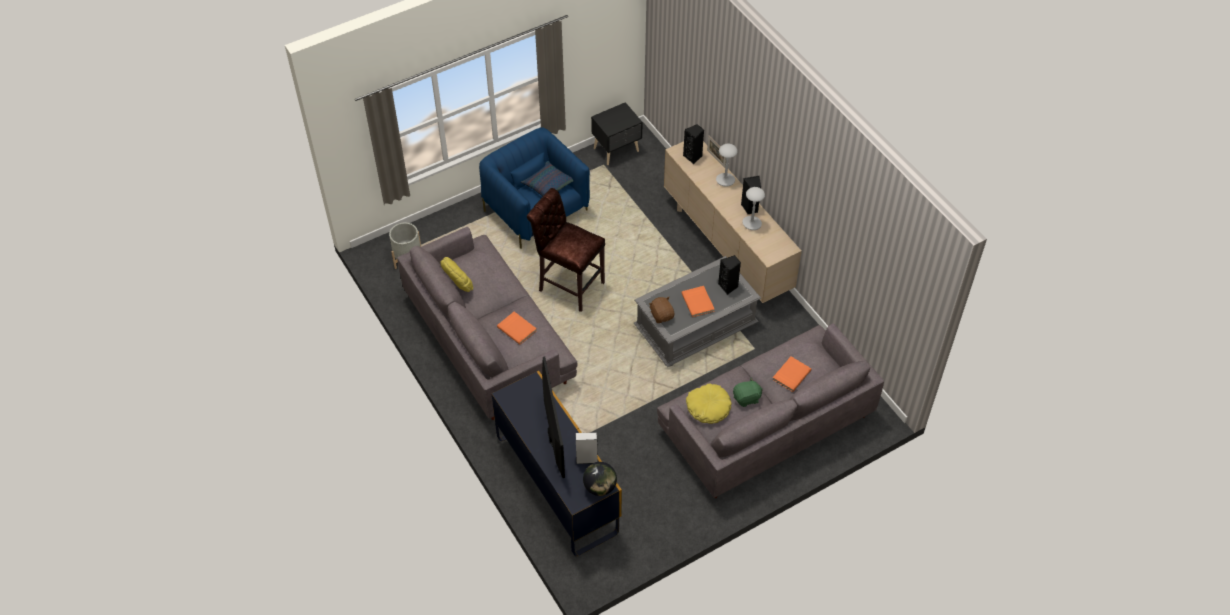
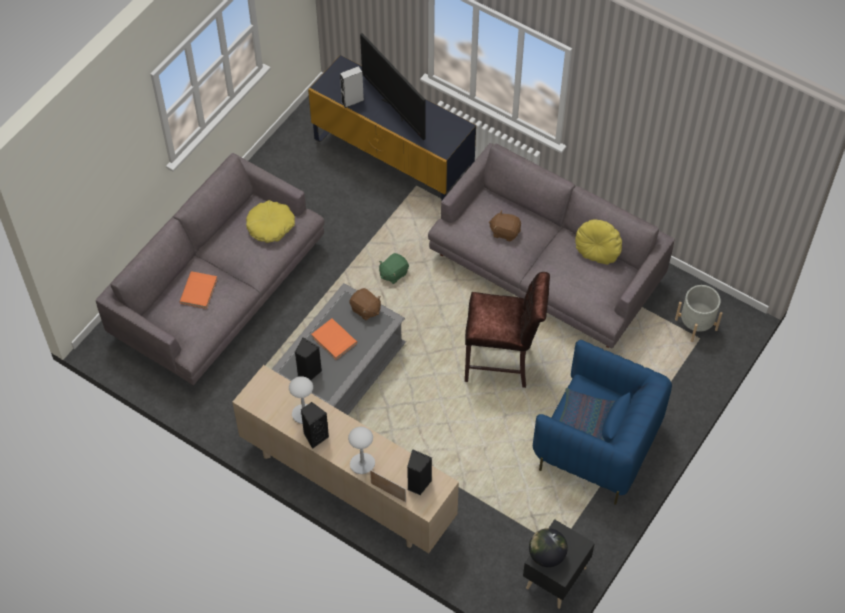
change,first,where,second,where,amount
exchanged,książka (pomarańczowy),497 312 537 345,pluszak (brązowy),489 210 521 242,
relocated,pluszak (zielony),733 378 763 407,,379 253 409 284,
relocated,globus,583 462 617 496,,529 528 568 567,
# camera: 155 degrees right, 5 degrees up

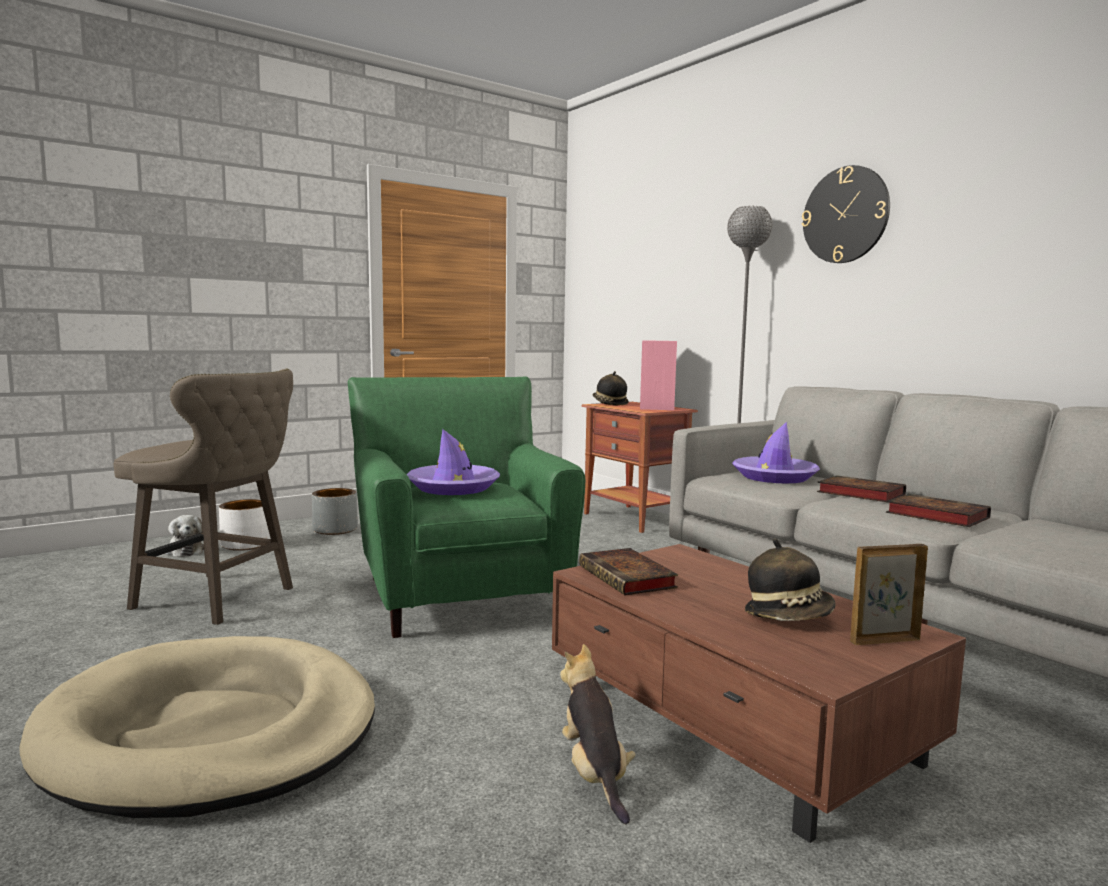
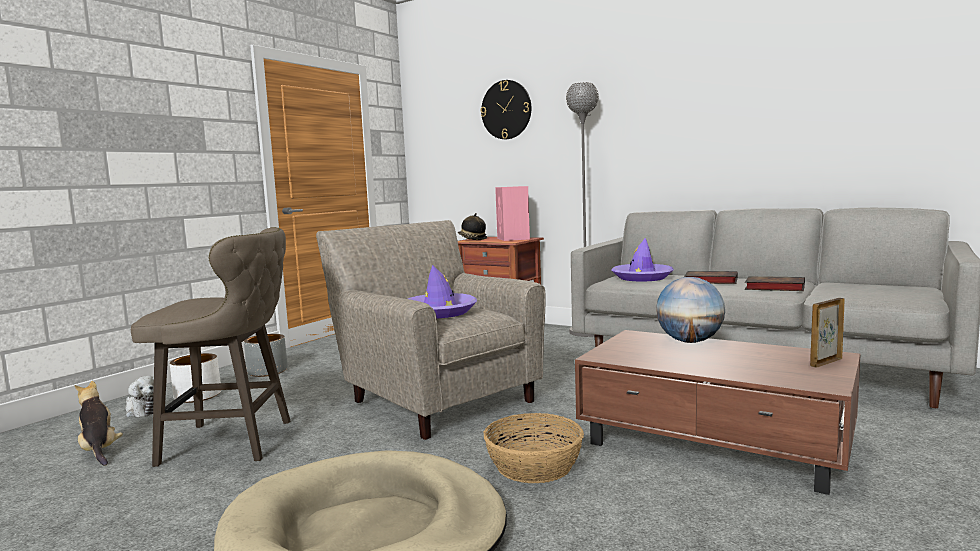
change,first,where,second,where,amount
relocated,zegar ścienny,802 165 890 263,,480 80 531 139,
colour,fotel (zielony),348 377 585 638,fotel (beżowy),316 220 545 440,
missing,kapelusz,745 539 836 621,,,
missing,książka,579 548 678 595,,,
relocated,pluszak,560 644 636 824,,75 381 123 466,
appeared,,,globus,656 277 725 343,
appeared,,,koszyk,484 413 584 483,
# camera: 20 degrees left, 0 degrees up

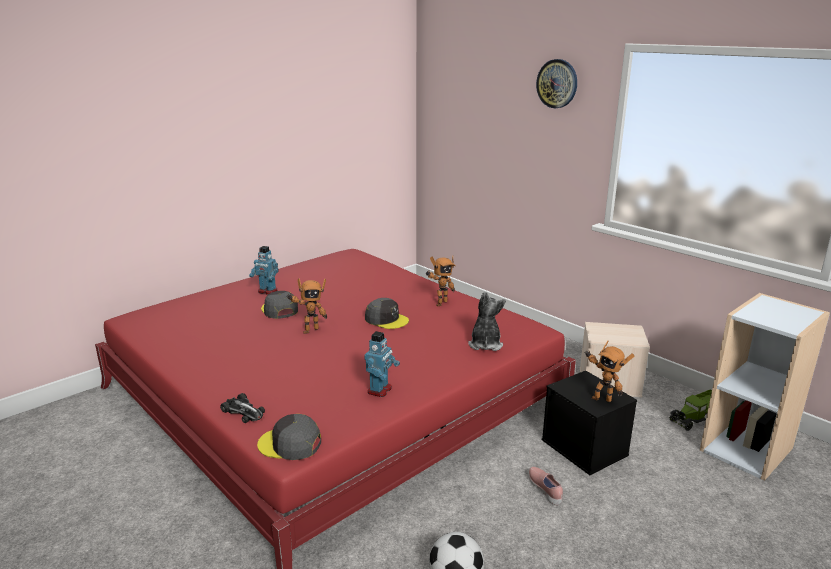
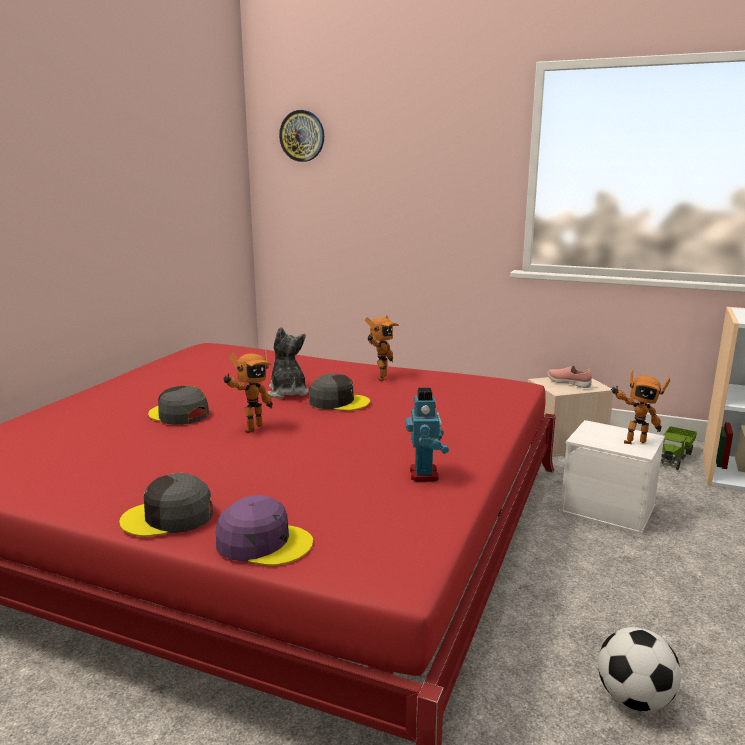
change,first,where,second,where,amount
relocated,zegar ścienny,536 59 577 108,,279 110 324 162,
missing,robot zabawkowy,249 246 279 295,,,
relocated,pluszak,468 292 506 351,,267 327 309 399,
colour,pojemnik do przechowywania (czarny),542 371 637 475,pojemnik do przechowywania (biały),559 420 665 535,
exchanged,samochodzik,220 393 265 423,czapka z daszkiem (fioletowy),216 495 313 566,
relocated,czapka z daszkiem (szary),257 414 321 460,,119 473 213 537,
relocated,but (różowy),529 467 563 505,,547 366 592 388,
# camera: 25 degrees left, 5 degrees down

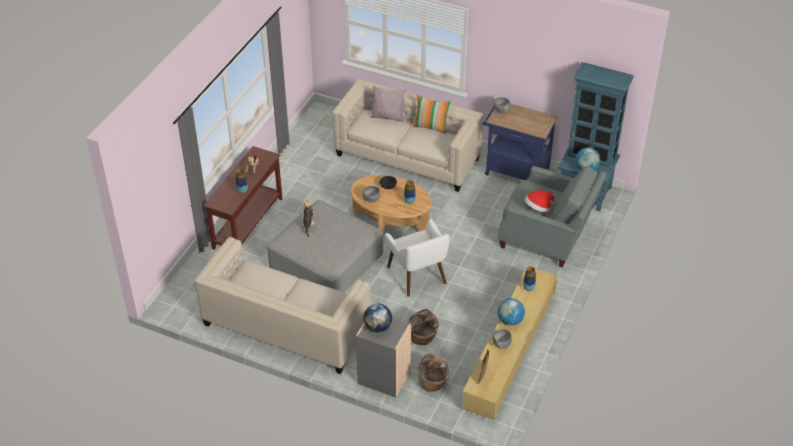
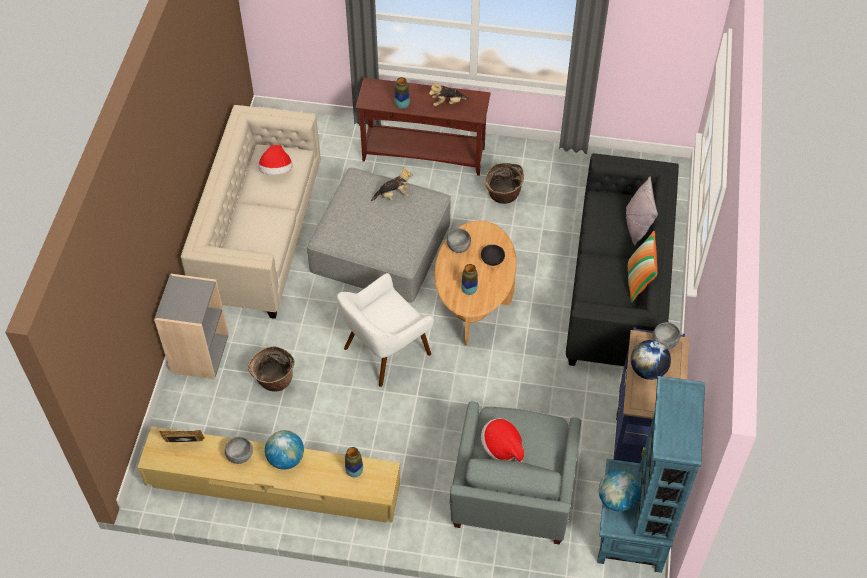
change,first,where,second,where,amount
colour,kanapa (beżowy),333 79 483 192,kanapa (czarny),566 153 679 366,
relocated,globus,363 304 392 332,,631 340 671 380,
relocated,koszyk,418 353 450 392,,485 163 524 204,
appeared,,,kapelusz,258 145 292 175,
# camera: 75 degrees right, 10 degrees up

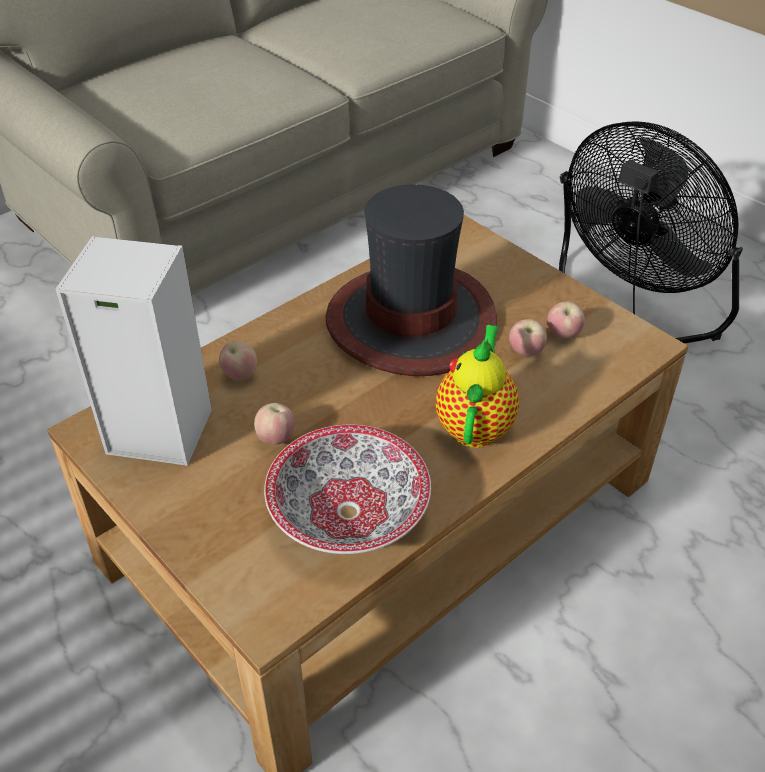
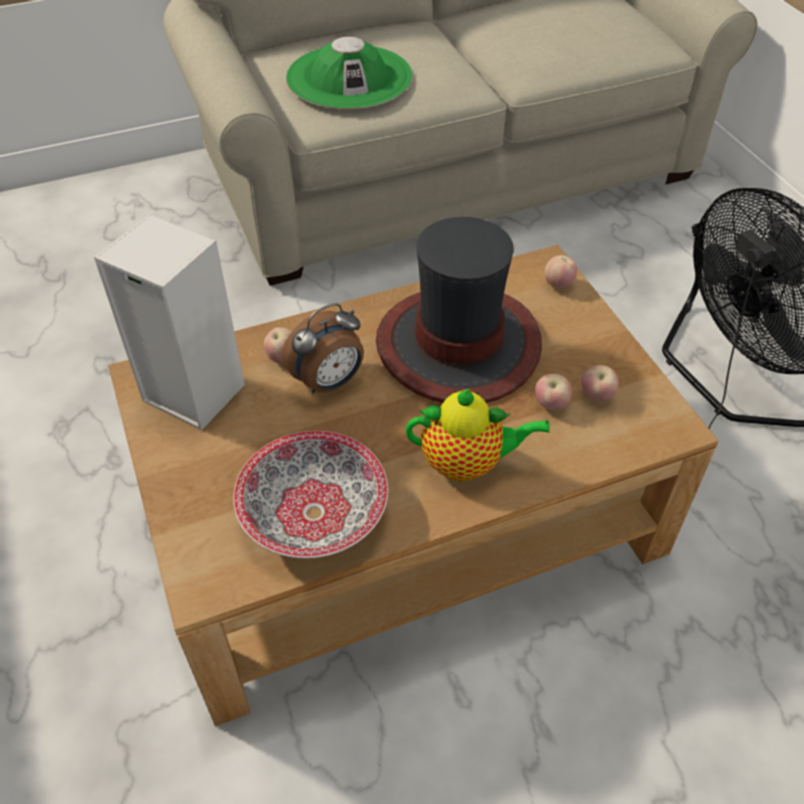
change,first,where,second,where,amount
spun,imbryk,436 325 519 448,,405 389 550 482,60 degrees clockwise
relocated,jabłko,254 403 294 445,,545 255 577 288,
appeared,,,kapelusz (zielony),286 37 412 109,
appeared,,,budzik,282 303 364 394,
# camera: 20 degrees right, 5 degrees up

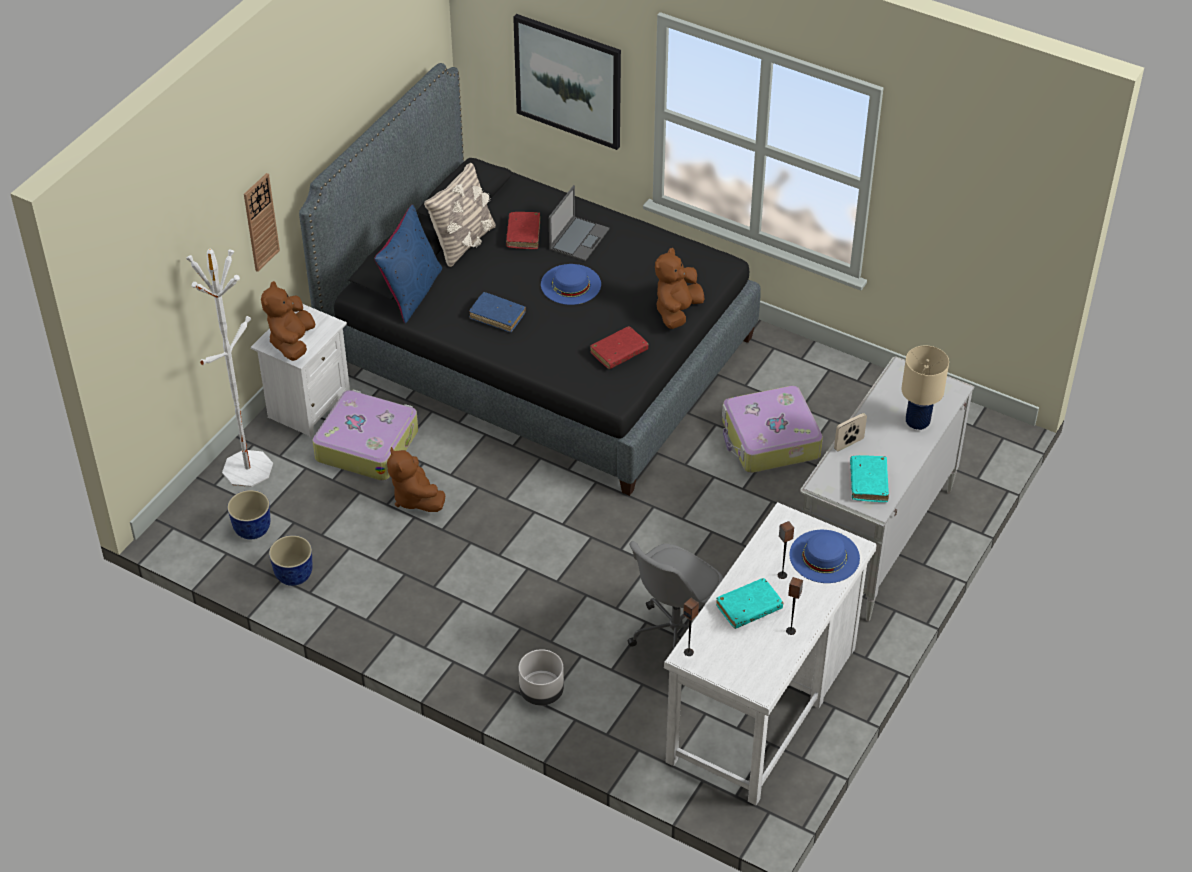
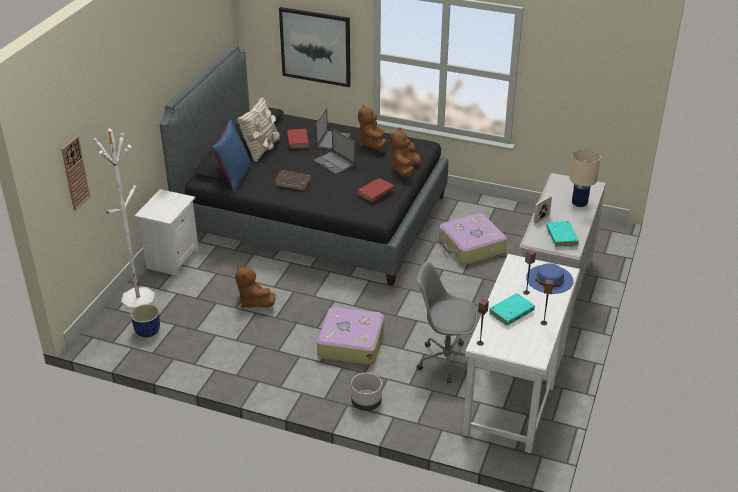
change,first,where,second,where,amount
relocated,zegar ścienny,244 173 280 272,,61 136 90 211,
exchanged,kapelusz (niebieski),541 264 601 305,laptop,313 128 356 175,
relocated,pluszak (brązowy),261 281 315 361,,358 104 387 150,
colour,książka (niebieski),469 292 526 332,książka (brązowy),275 170 311 190,
relocated,walizka,312 390 418 481,,317 306 384 365,
missing,donica,269 535 313 586,,,
spun,krzesło biurowe (szary),628 541 724 649,,416 262 478 383,75 degrees clockwise
# camera: 10 degrees left, 10 degrees down

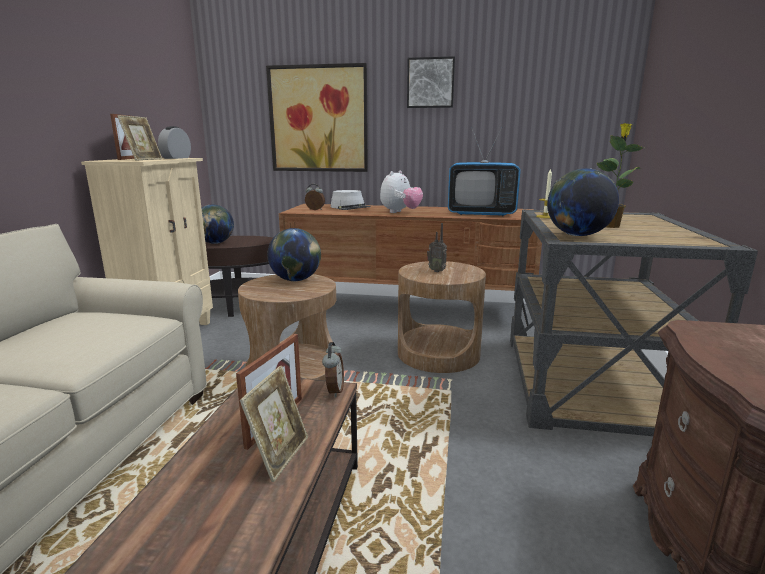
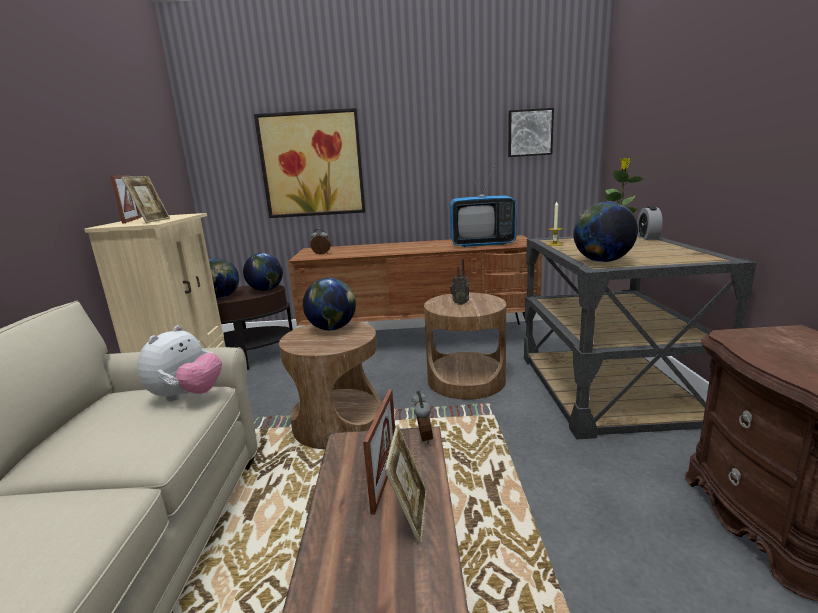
change,first,where,second,where,amount
relocated,obraz,407 56 455 108,,508 108 554 157,
relocated,budzik,158 126 191 159,,637 206 663 240,
relocated,pluszak,380 170 423 213,,137 325 222 401,
missing,kapelusz (szary),331 190 371 210,,,
appeared,,,globus,243 253 283 291,
# camera: 10 degrees left, 0 degrees up

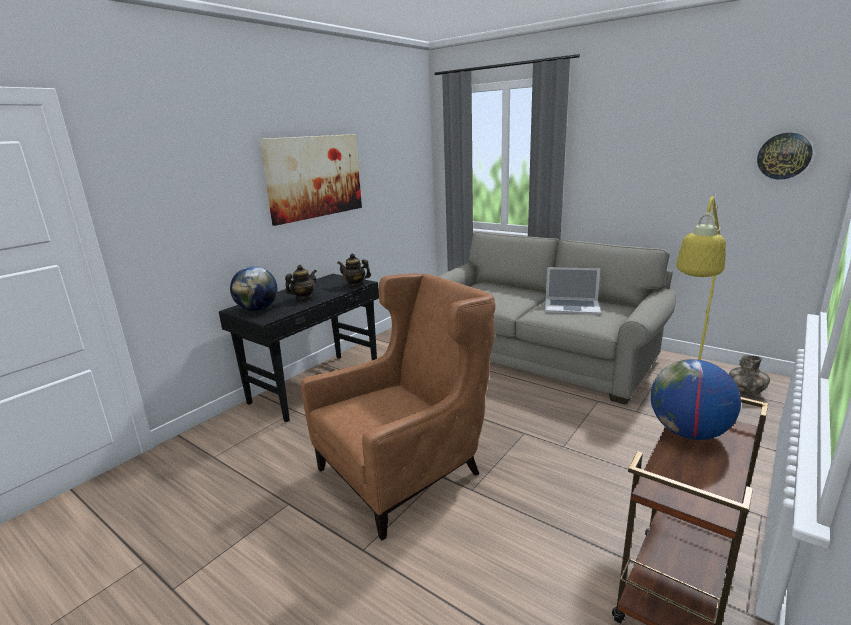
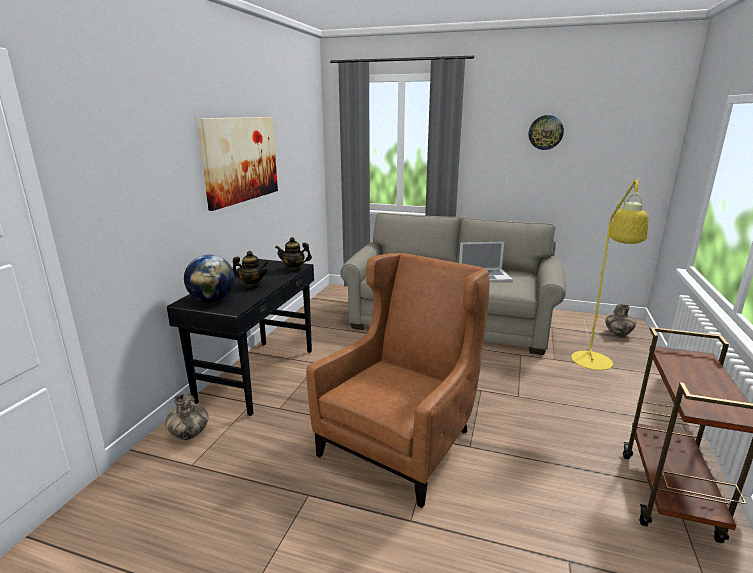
change,first,where,second,where,amount
relocated,zegar ścienny,757 133 813 179,,529 115 564 150,
spun,imbryk,285 265 317 300,,233 251 269 288,75 degrees clockwise
missing,globus,651 359 741 440,,,
appeared,,,wazon,165 394 209 440,
# camera: 20 degrees left, 0 degrees up

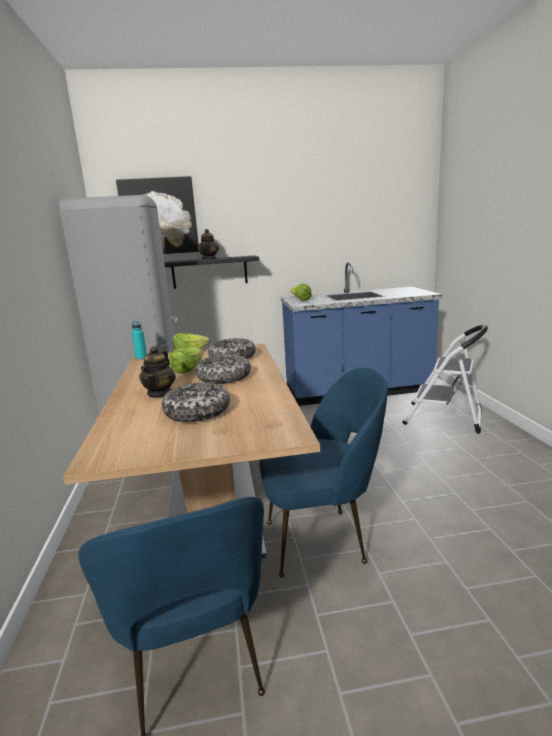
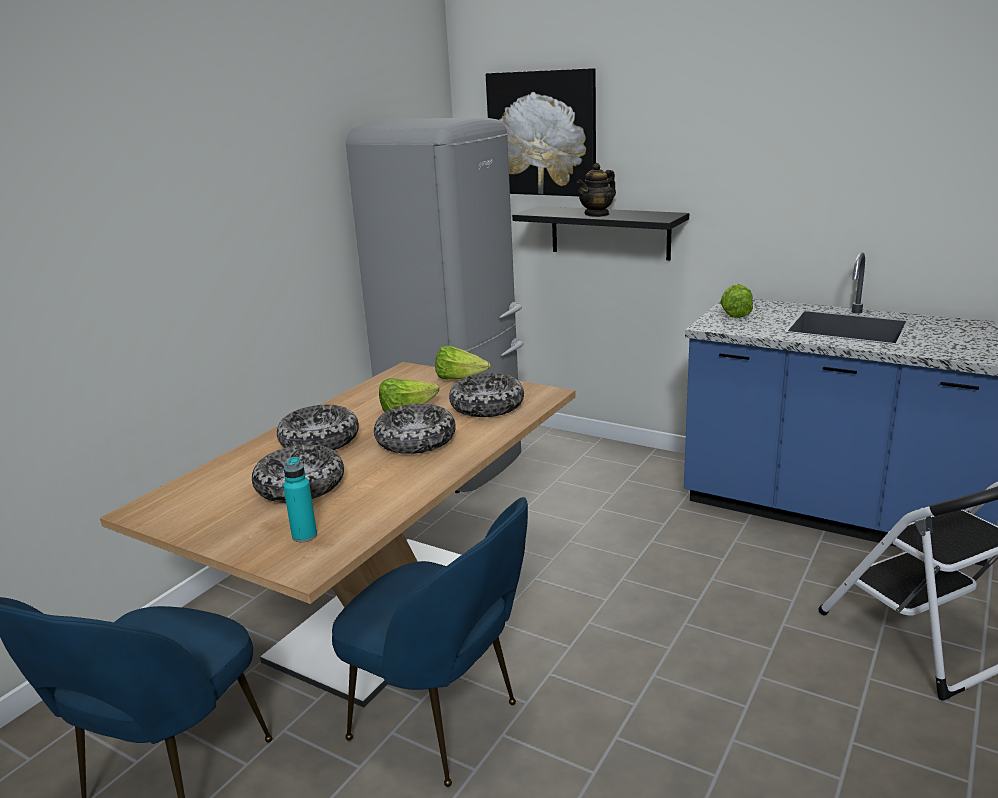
change,first,where,second,where,amount
relocated,butelka (turkusowy),132 321 147 360,,283 457 317 542,
exchanged,imbryk,139 346 176 398,miska,277 405 359 450,
# camera: 40 degrees right, 5 degrees up

